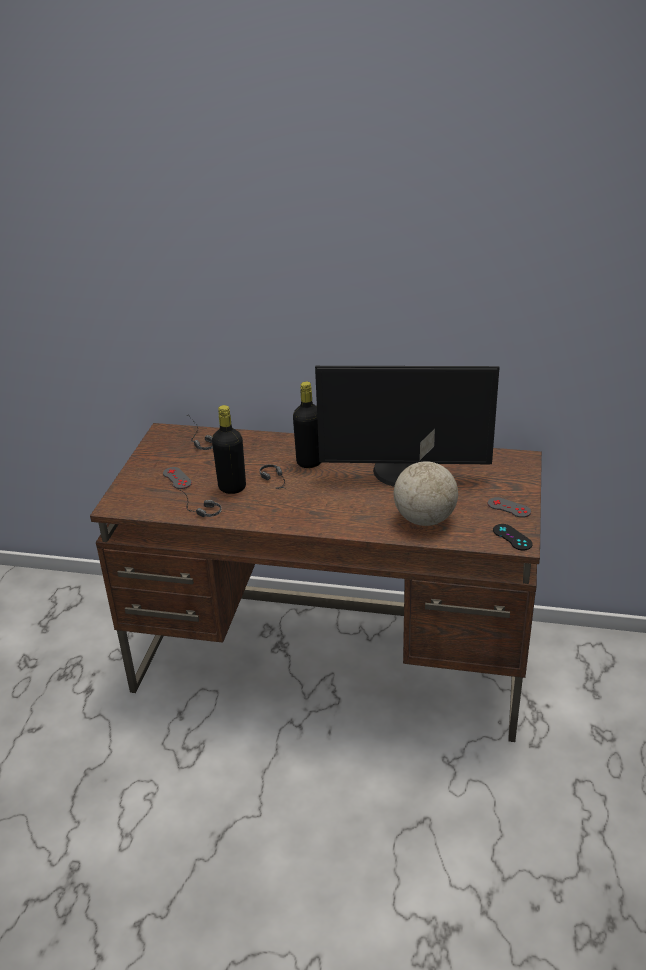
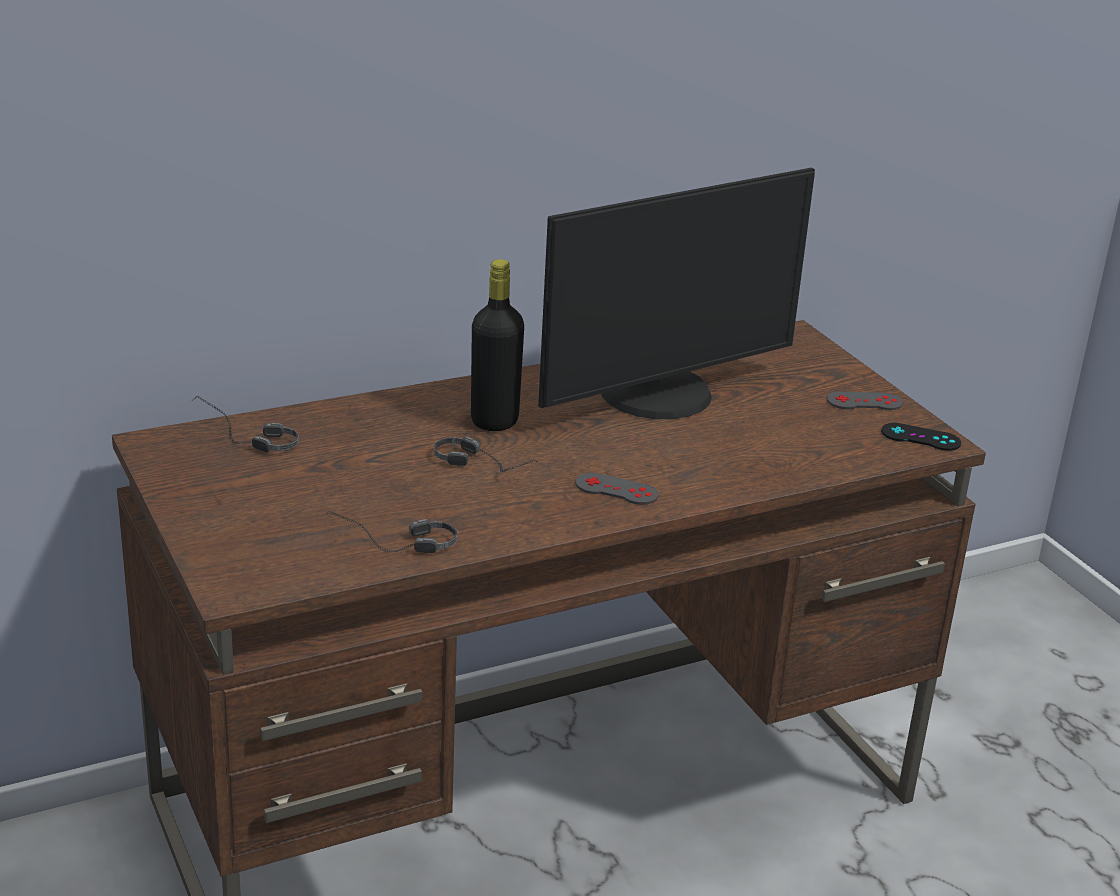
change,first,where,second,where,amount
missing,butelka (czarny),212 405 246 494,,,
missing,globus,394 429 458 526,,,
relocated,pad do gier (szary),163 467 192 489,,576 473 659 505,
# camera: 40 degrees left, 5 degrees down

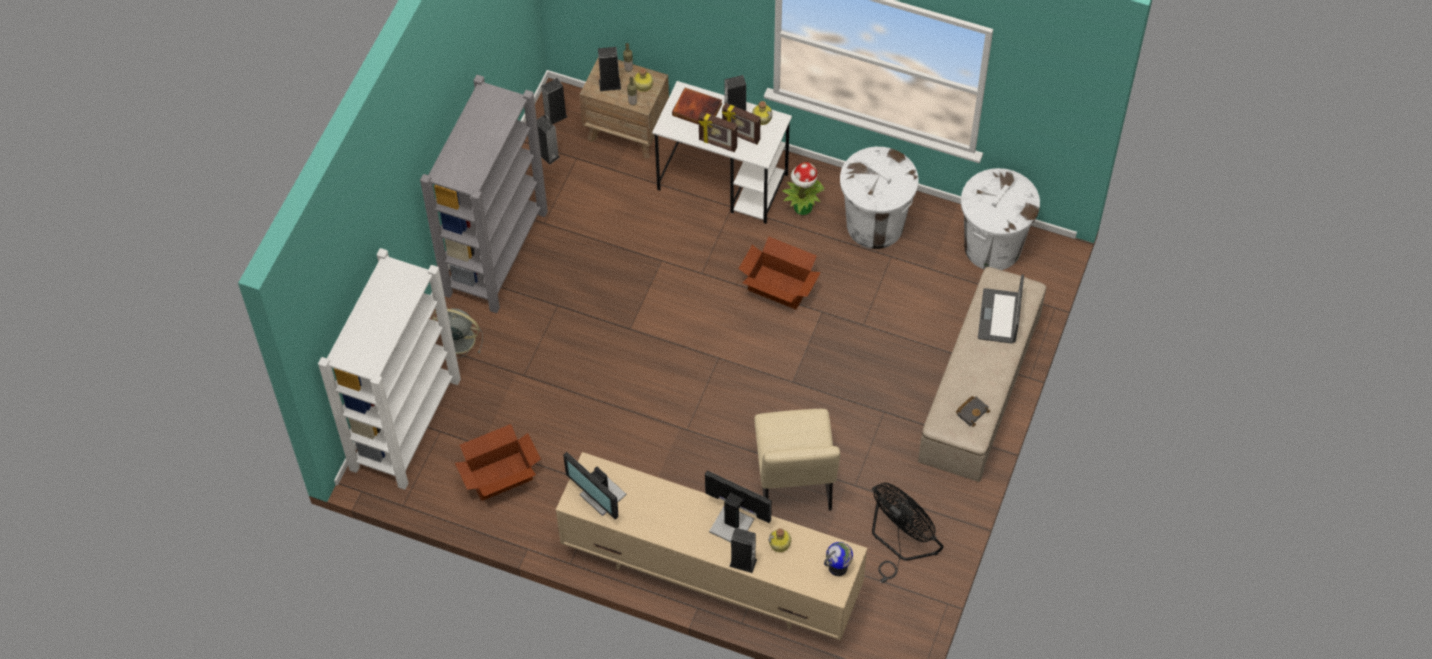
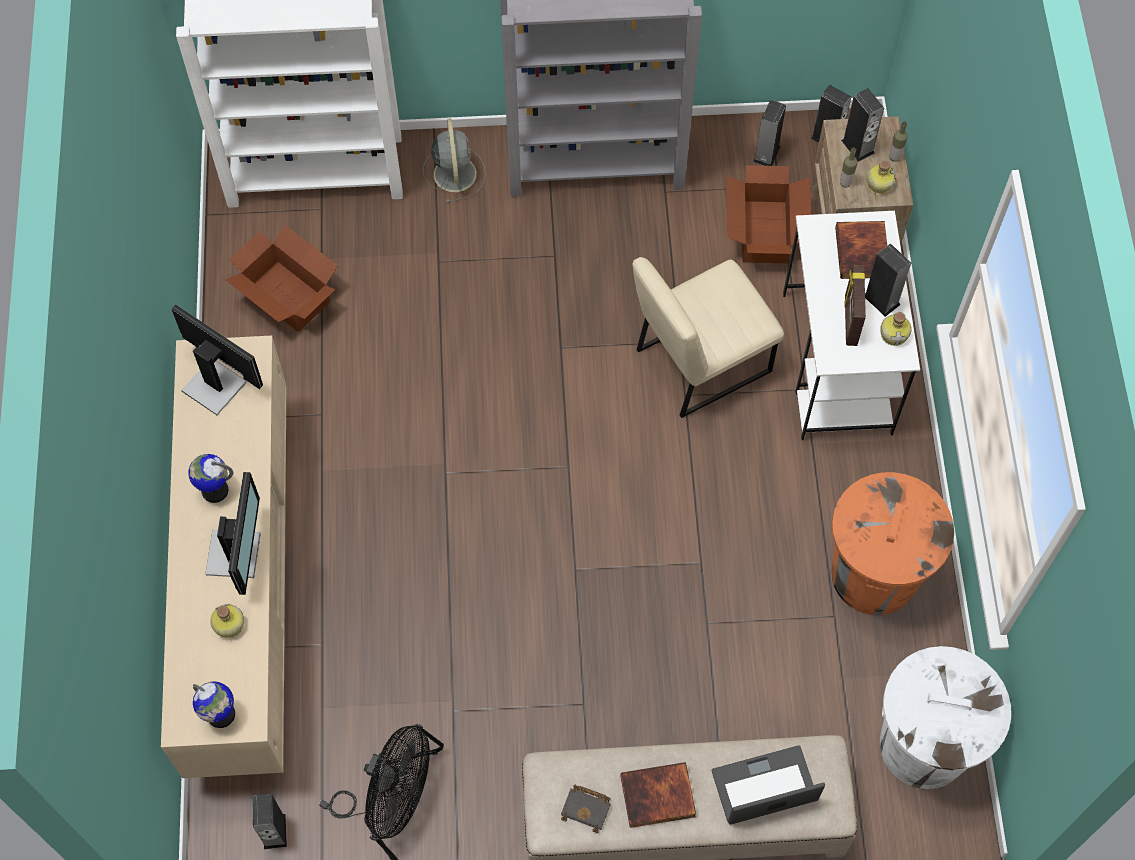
change,first,where,second,where,amount
missing,ramka na zdjęcie,698 112 737 152,,,
colour,kosz na śmieci (biały),840 147 918 249,kosz na śmieci (pomarańczowy),831 472 954 615,
missing,roślina doniczkowa,782 162 824 215,,,
relocated,karton,739 236 821 310,,727 165 811 263,
relocated,krzesło (beżowy),754 409 840 511,,632 257 784 418,
spun,monitor,563 452 626 520,,171 305 263 415,105 degrees clockwise
relocated,głośnik,729 528 757 573,,252 794 287 849,
appeared,,,globus,188 454 233 503,
appeared,,,książka,620 762 696 828,
# camera: 65 degrees right, 5 degrees up

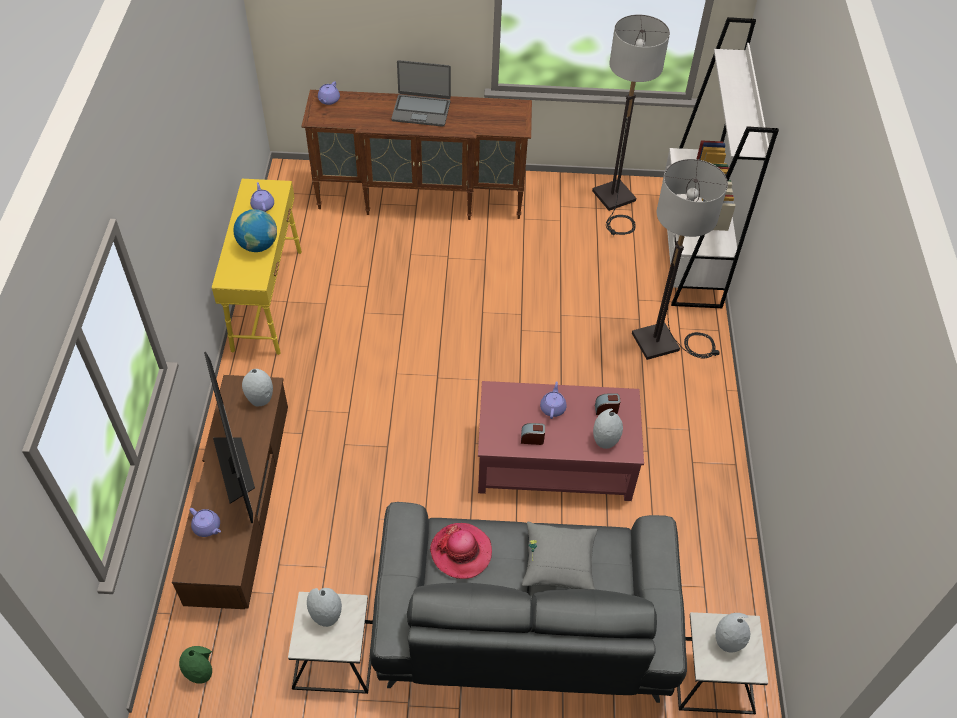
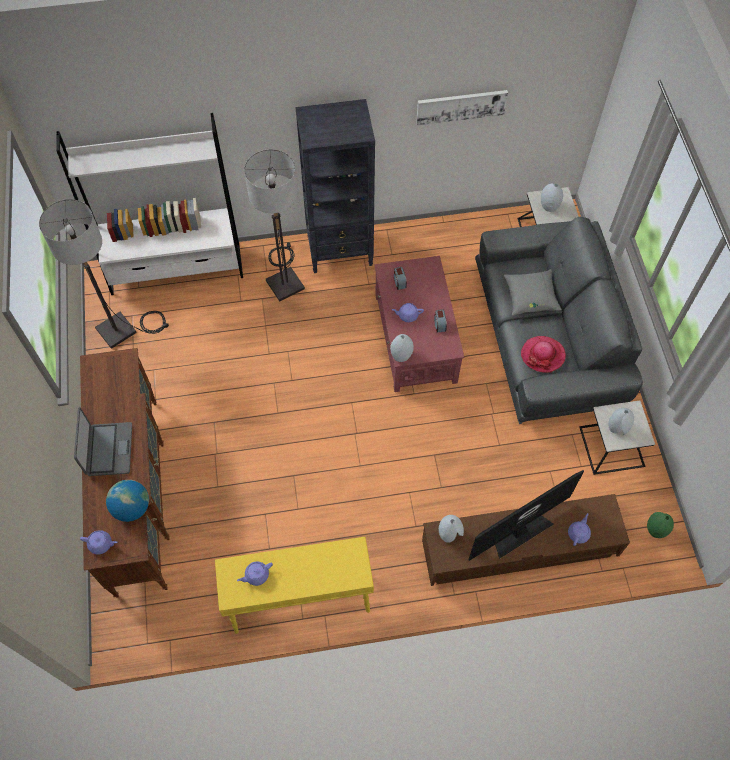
change,first,where,second,where,amount
relocated,globus,233 209 277 252,,106 480 149 522,
relocated,wazon (szary),593 409 623 449,,390 334 414 362,
appeared,,,obraz,416 90 508 125,
appeared,,,regał (czarny),295 99 375 273,
# camera: 100 degrees left, 10 degrees up

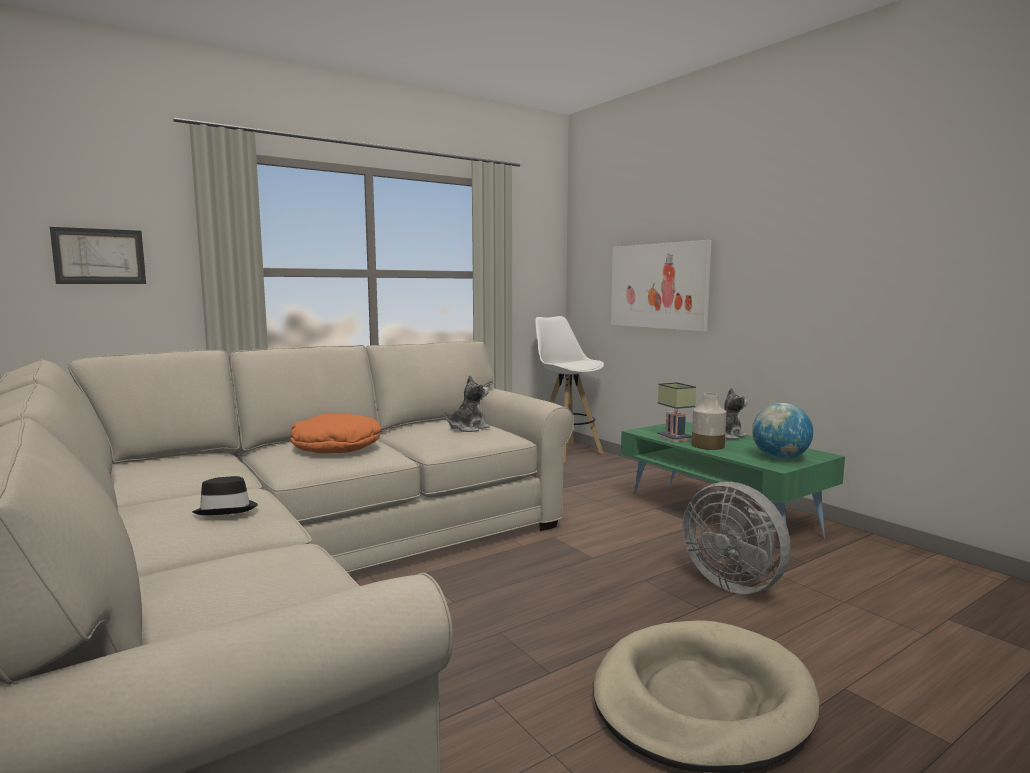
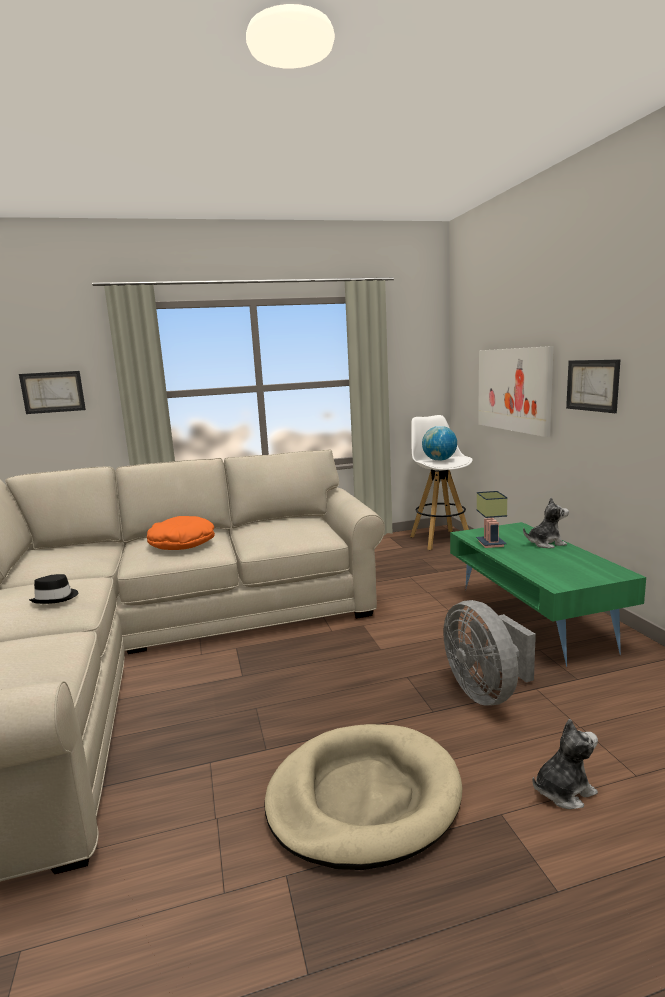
change,first,where,second,where,amount
relocated,pluszak,445 375 490 432,,532 719 598 809,
missing,wazon (beżowy),692 393 727 450,,,
relocated,globus,752 403 813 460,,422 426 457 461,
appeared,,,obraz,566 359 620 413,
# camera: 20 degrees right, 5 degrees up

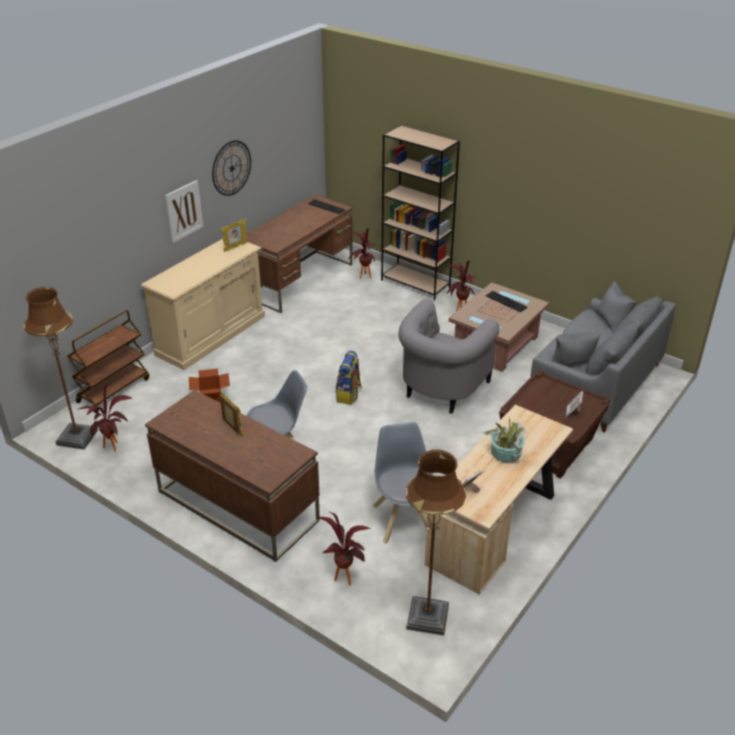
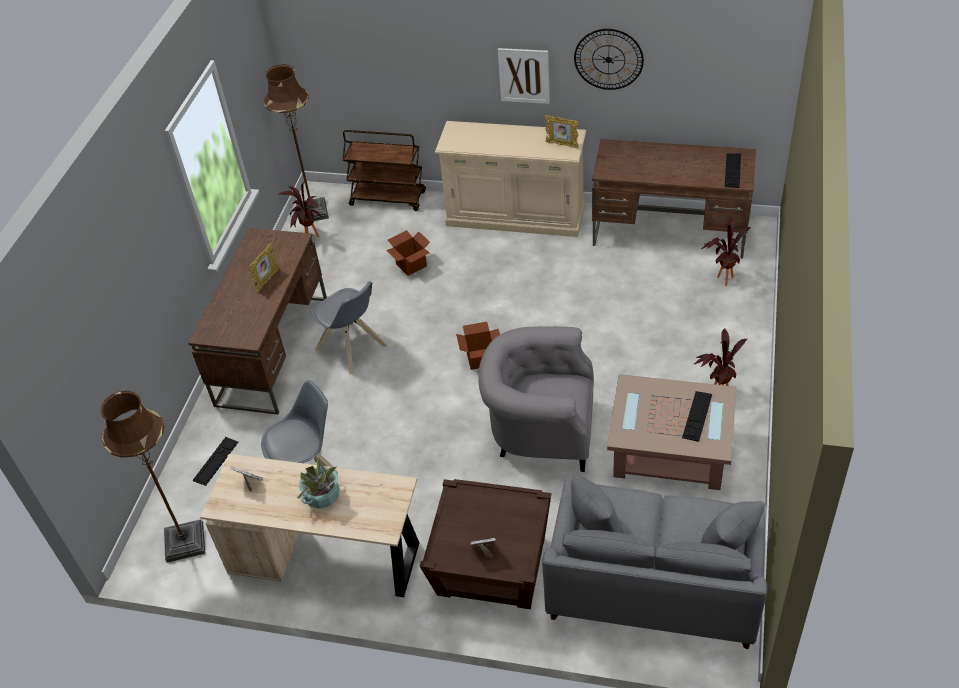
change,first,where,second,where,amount
missing,regał (beżowy),381 125 460 301,,,
exchanged,plecak,336 351 362 405,karton,456 322 500 370,
exchanged,roślina doniczkowa,318 512 370 585,klawiatura,193 437 238 486,
# camera: 70 degrees right, 10 degrees up

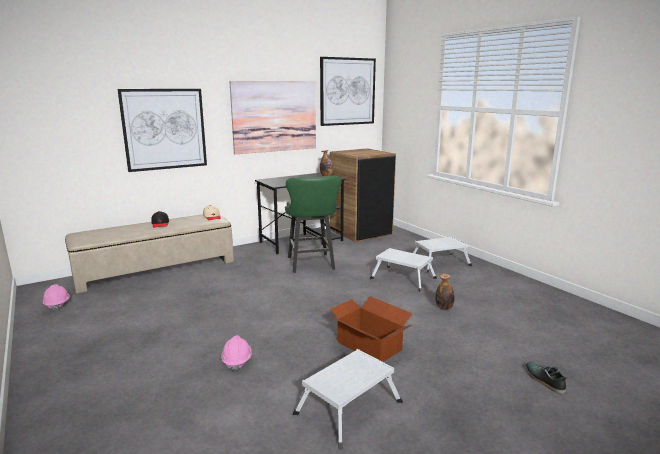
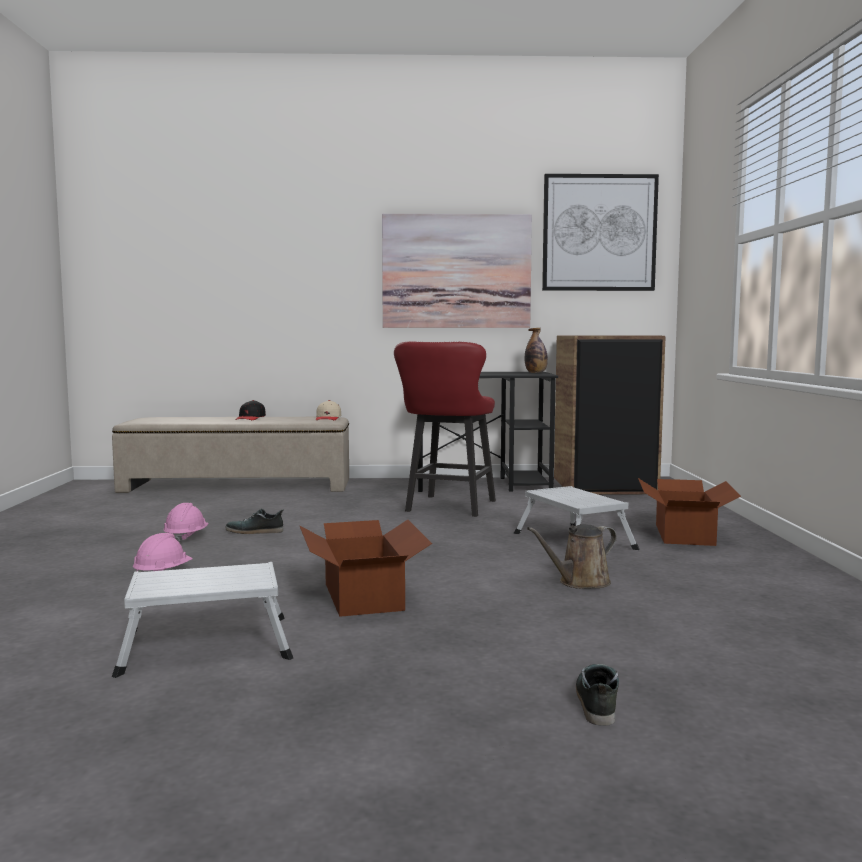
change,first,where,second,where,amount
missing,obraz,118 89 207 172,,,
colour,stołek (zielony),285 176 342 273,stołek (czerwony),394 341 496 517,
exchanged,drabinka (biały),413 236 472 273,karton,638 478 741 546,
exchanged,butelka,435 273 455 310,konewka (brązowy),527 524 617 589,
relocated,kask (różowy),42 284 70 310,,163 503 208 542,
appeared,,,but,225 508 284 534,
# camera: 30 degrees right, 10 degrees down

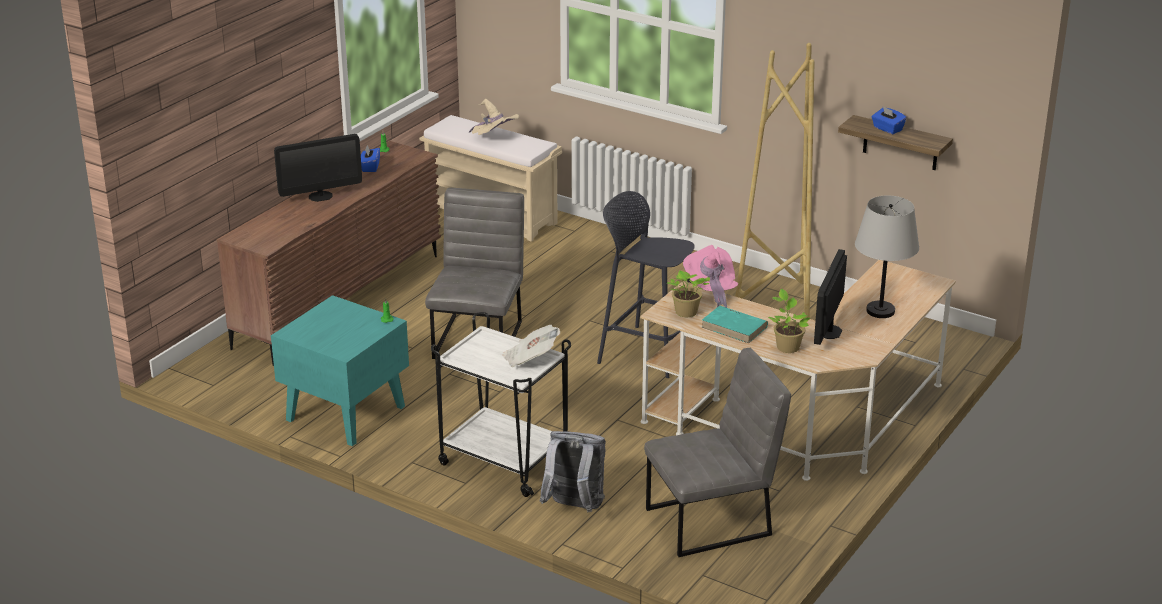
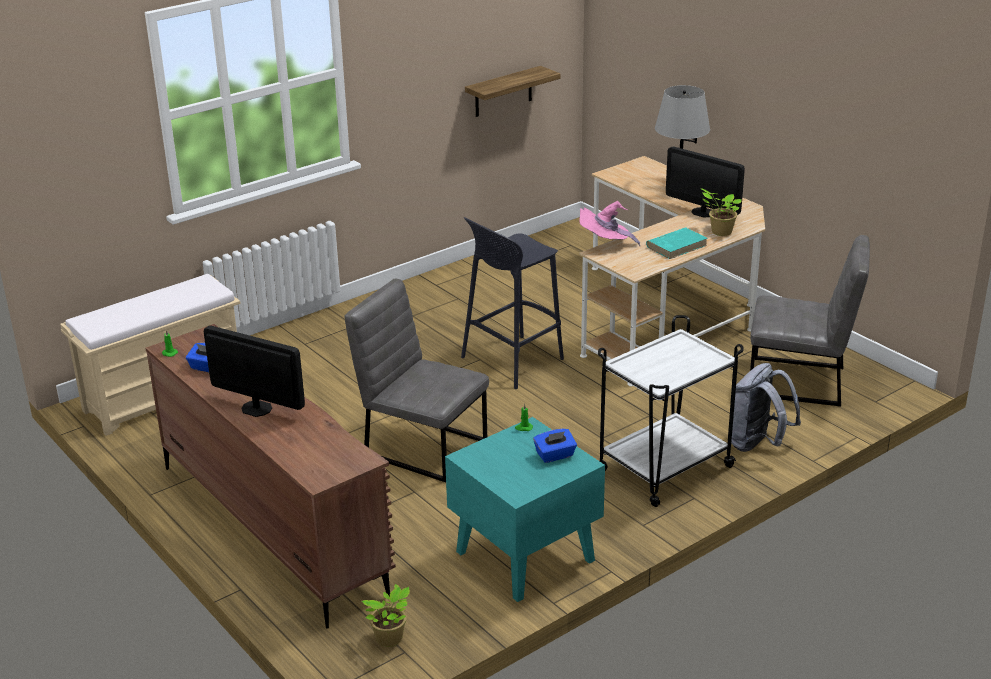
change,first,where,second,where,amount
missing,wieszak (żółty),735 43 814 318,,,
missing,kapelusz (beżowy),468 98 519 135,,,
relocated,pudełko chusteczek (niebieski),872 107 907 134,,533 429 577 463,
spun,monitor,274 134 362 202,,204 326 305 417,60 degrees counterclockwise
relocated,roślina doniczkowa,667 270 710 317,,362 584 410 647,
missing,gazeta,503 325 560 367,,,
spun,krzesło (szary),644 348 791 557,,750 235 870 406,105 degrees clockwise
# camera: 70 degrees left, 0 degrees up

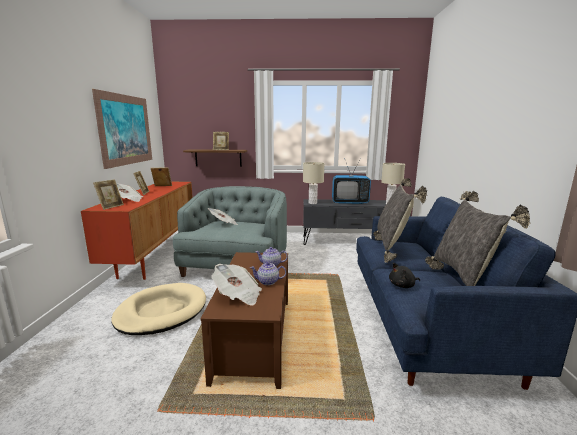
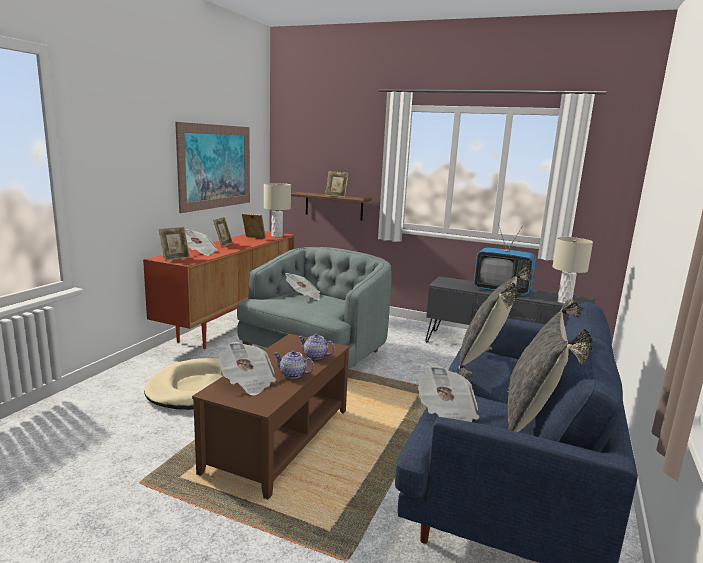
change,first,where,second,where,amount
relocated,lampa stołowa (beżowy),303 162 325 204,,264 183 291 237,
exchanged,pluszak (czarny),389 263 420 288,gazeta,418 366 479 422,
# camera: 20 degrees right, 0 degrees up

